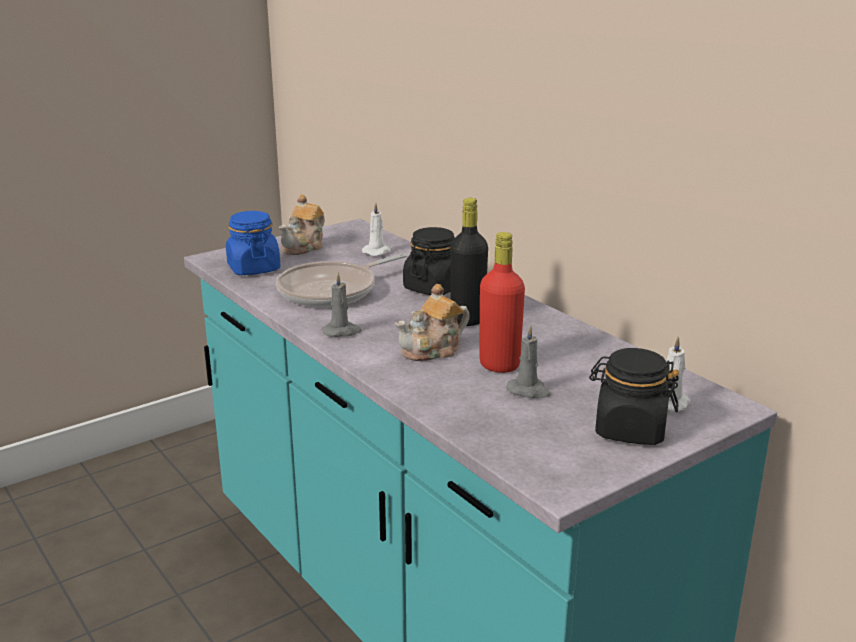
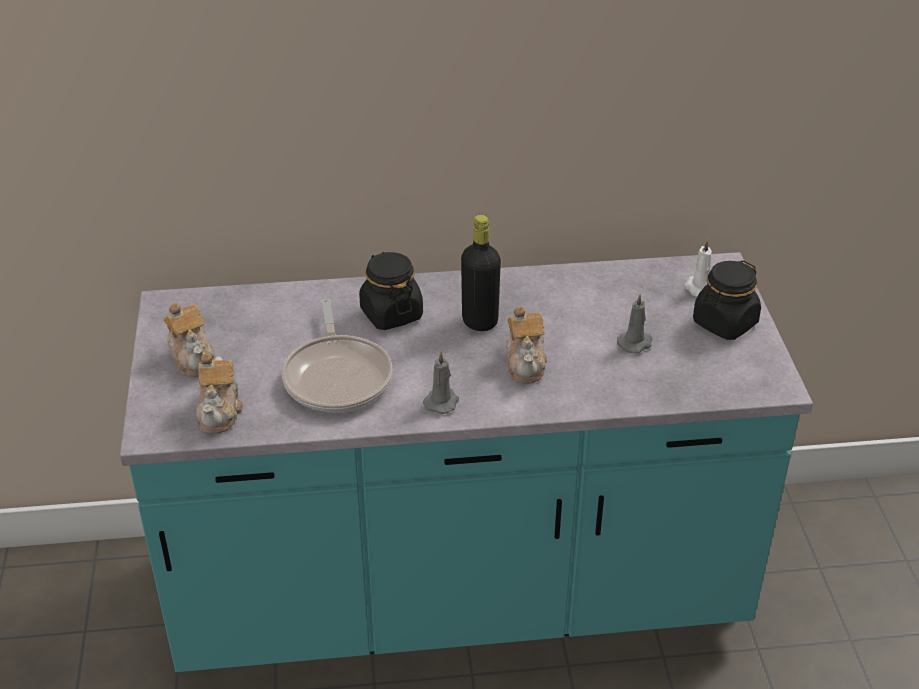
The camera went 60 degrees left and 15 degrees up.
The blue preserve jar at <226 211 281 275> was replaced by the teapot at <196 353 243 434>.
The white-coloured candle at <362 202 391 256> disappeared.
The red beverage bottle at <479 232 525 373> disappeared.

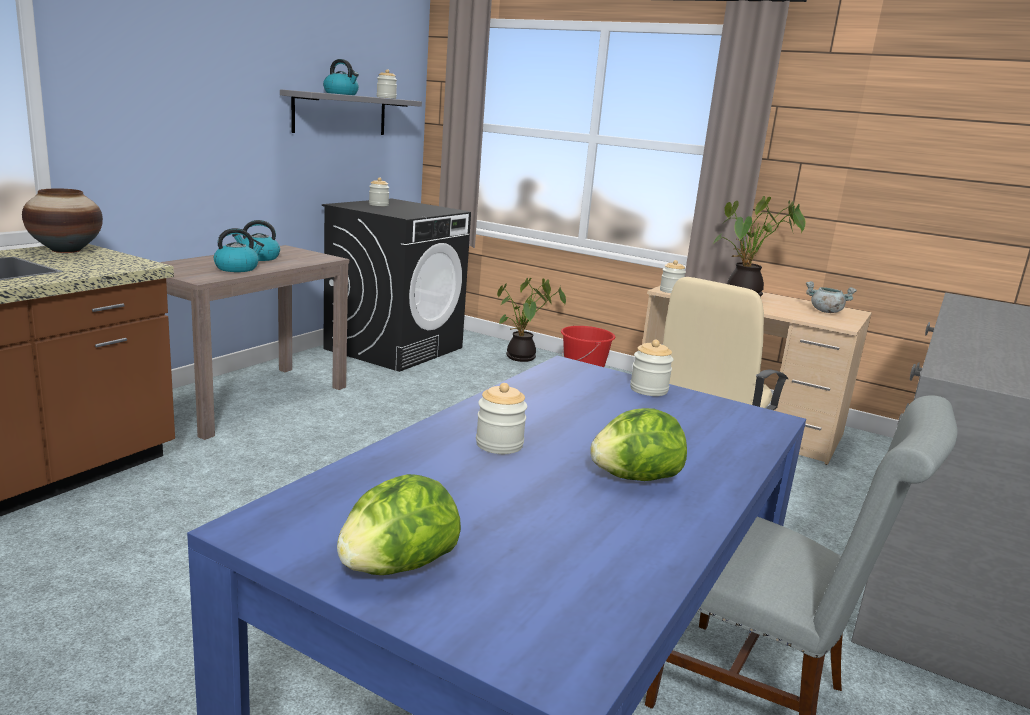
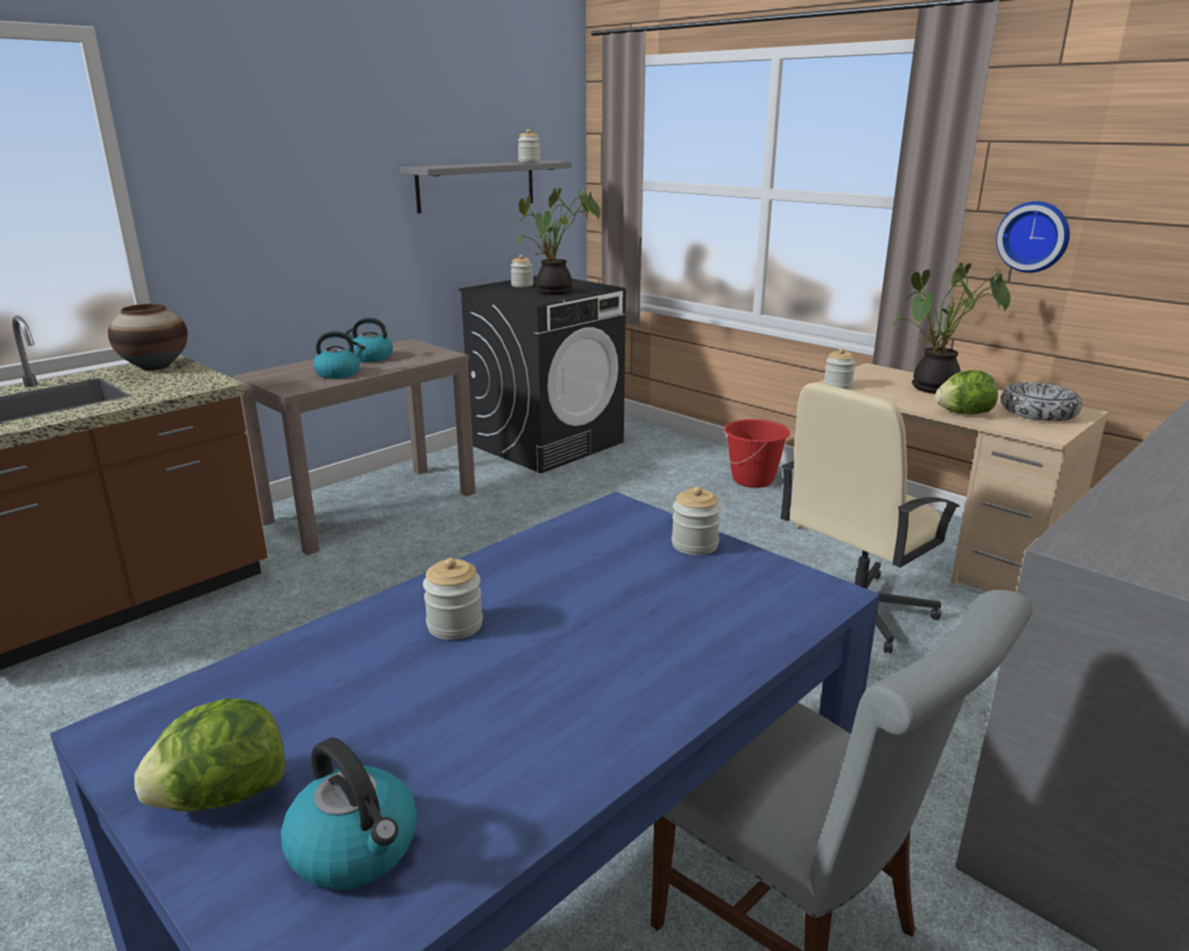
The camera went 15 degrees right and 5 degrees up.
The kettle moved from <323 59 359 95> to <281 737 417 890>.
The plant in a pot moved from <497 278 566 362> to <515 188 600 295>.
The lettuce head moved from <590 408 687 481> to <935 370 998 414>.
The grey cooking pot at <806 281 857 313> was replaced by the serving bowl at <1001 382 1082 421>.
The wall clock at <996 201 1070 273> appeared.

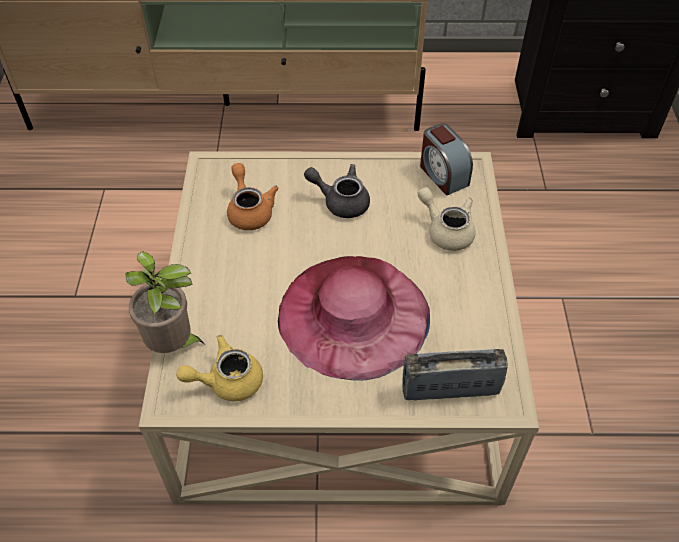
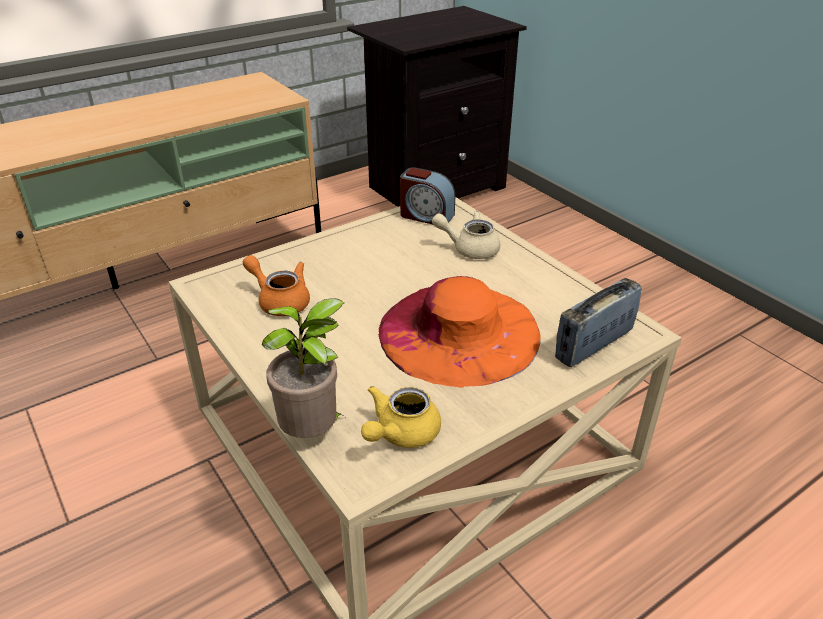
The camera went 35 degrees left and 15 degrees down.
The pink clothing hat at <278 256 430 381> became the orangey clothing hat at <378 276 541 388>.
The grey teapot at <304 164 370 218> disappeared.

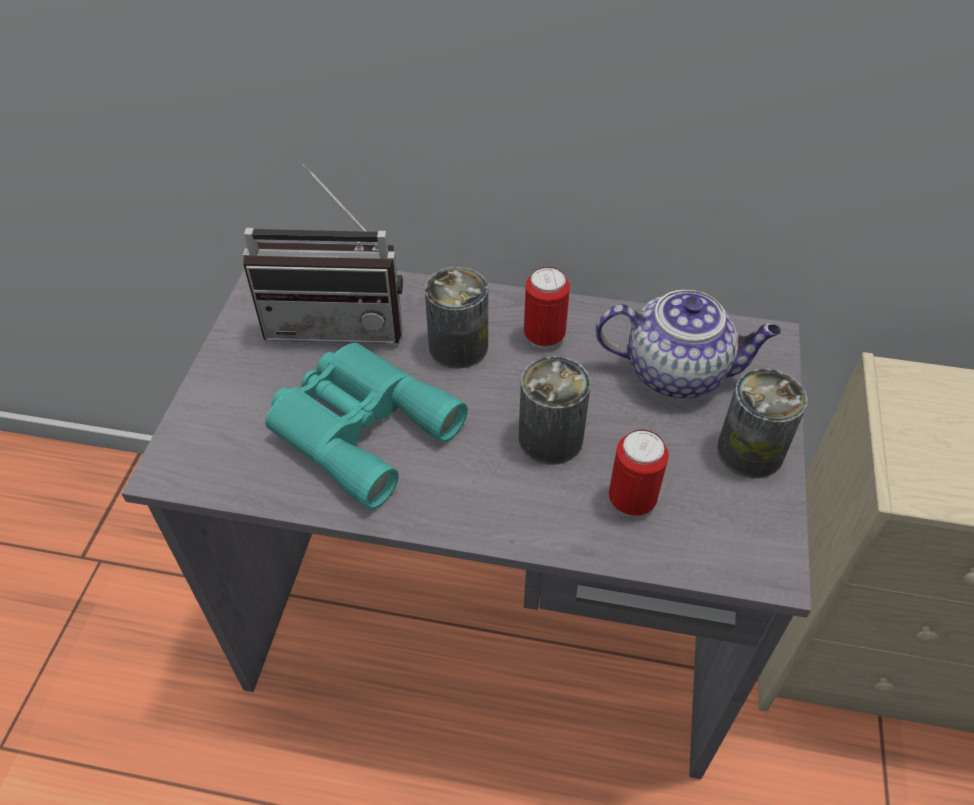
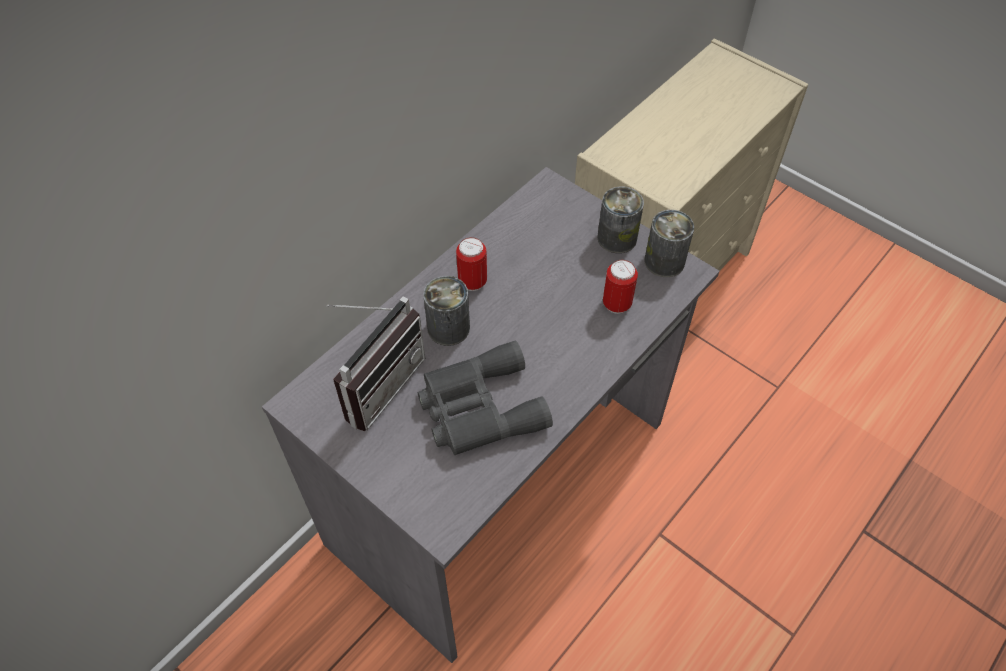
The camera went 60 degrees left and 5 degrees up.
The blue-green field glasses at <265 343 468 510> became the grey field glasses at <418 341 553 455>.
The can moved from <519 356 591 465> to <644 210 694 277>.
The teapot at <595 290 781 398> disappeared.

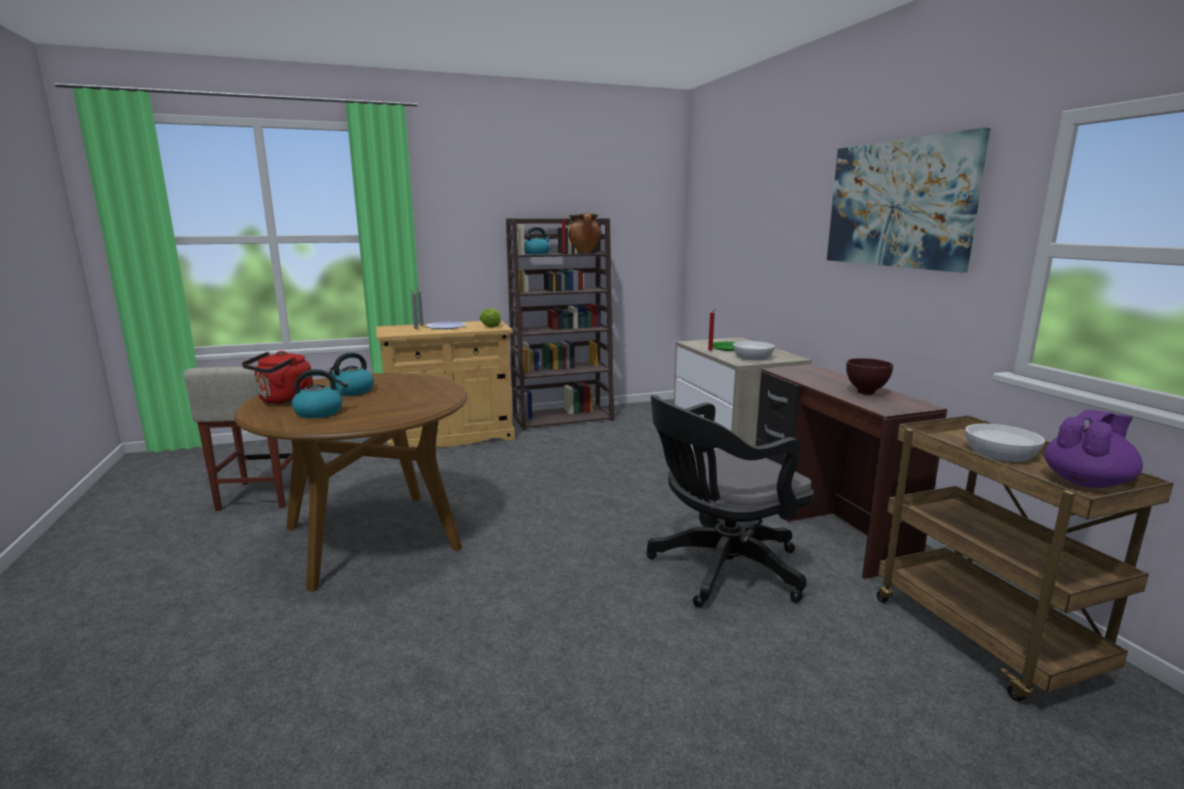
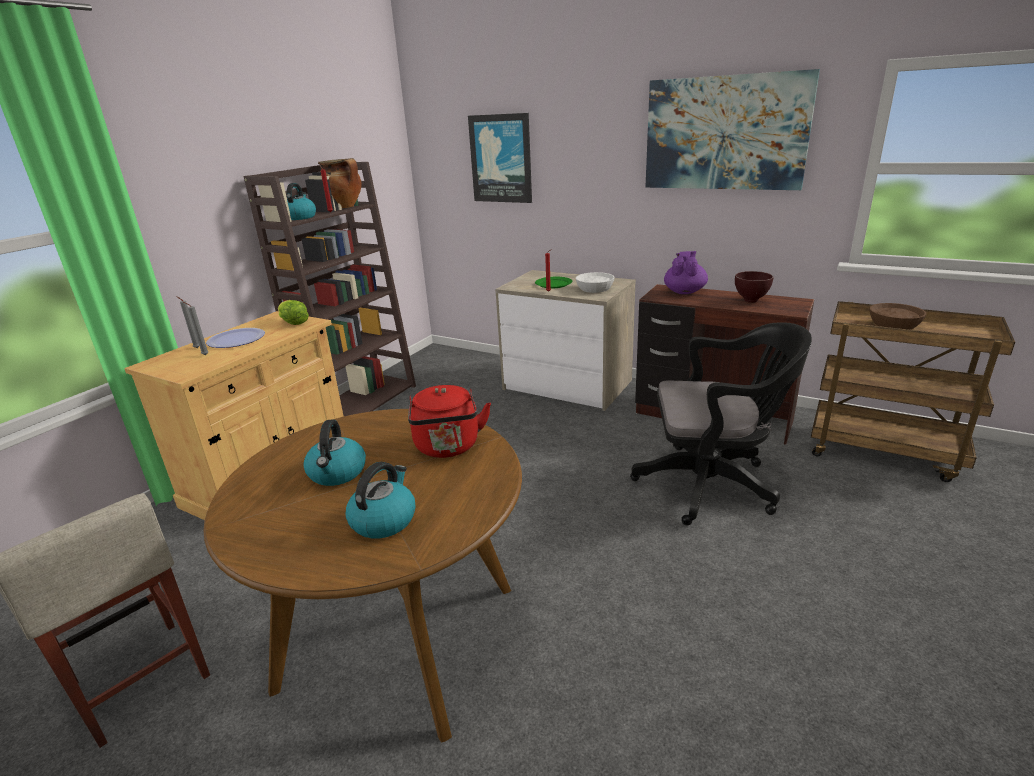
The camera went 40 degrees left and 10 degrees up.
The red kettle moved from <242 351 313 404> to <408 385 491 458>.
The blackish desk chair at <646 395 814 608> turned 105 degrees counterclockwise.
The white-coloured serving bowl at <966 424 1045 462> became the brown serving bowl at <870 303 926 330>.
The purplish teapot moved from <1044 410 1143 488> to <664 251 708 294>.
The picture at <468 113 532 203> appeared.

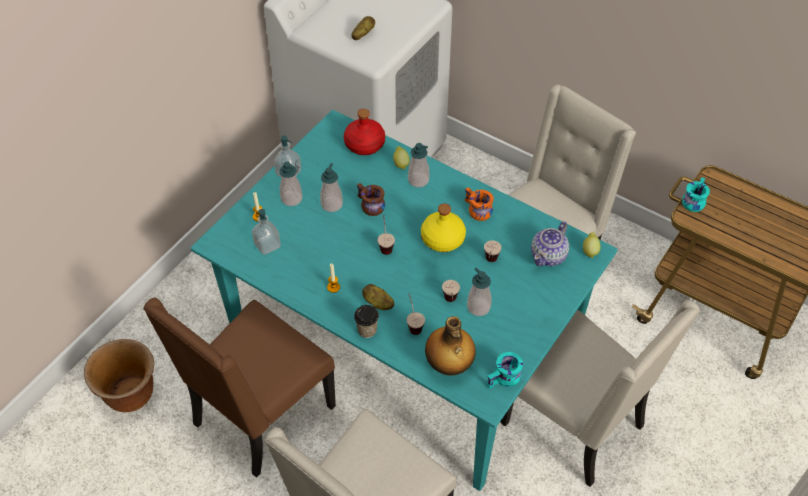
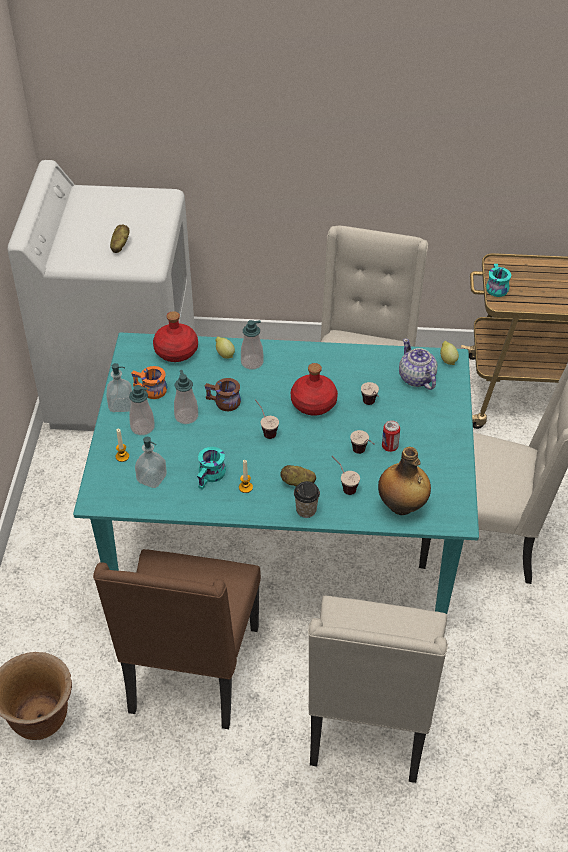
The camera went 30 degrees left and 5 degrees down.
The yellowish beverage bottle at <421 204 466 252> became the red beverage bottle at <291 363 338 416>.
The orangey coffee mug moved from <465 187 494 221> to <131 366 167 399>.
The soap bottle at <467 267 491 316> was replaced by the can at <382 420 400 452>.
The blue-green coffee mug moved from <487 352 523 389> to <197 447 226 490>.
The teapot at <531 221 569 266> turned 150 degrees clockwise.

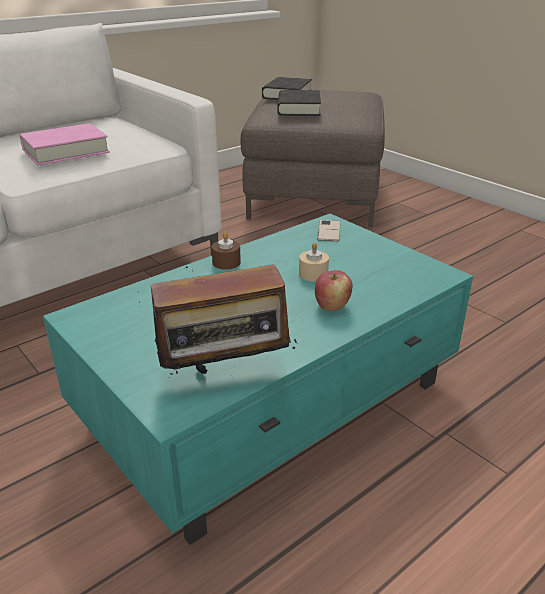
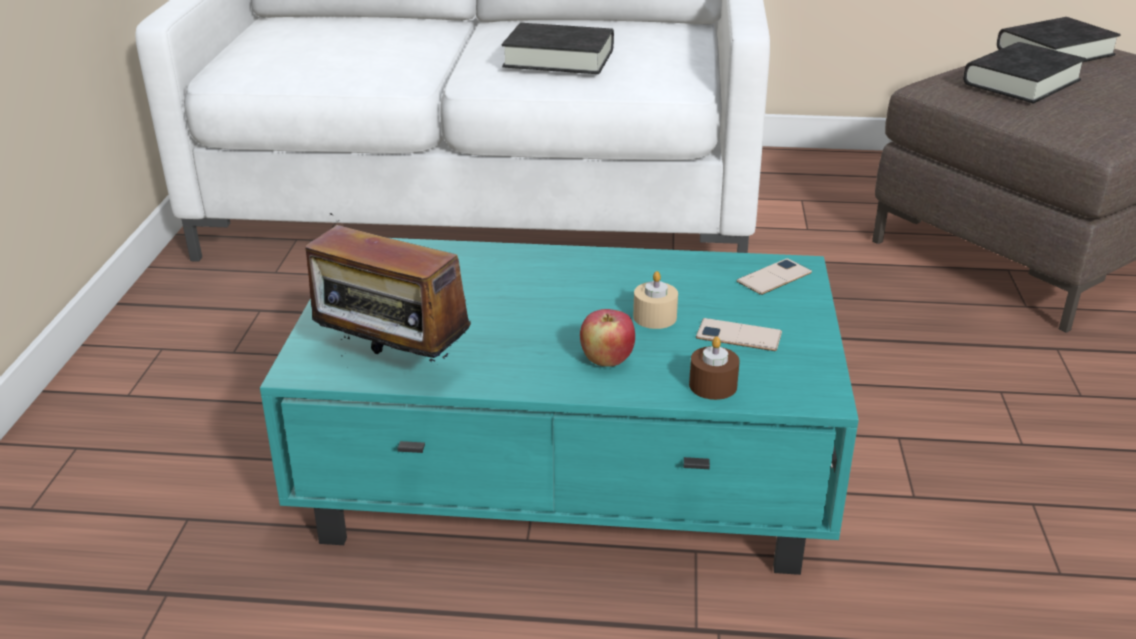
The camera went 45 degrees right and 0 degrees up.
The pink book at <19 123 110 165> became the blackish book at <502 23 614 74>.
The brown candle moved from <212 232 241 270> to <689 337 740 400>.
The handset at <696 318 782 351> appeared.

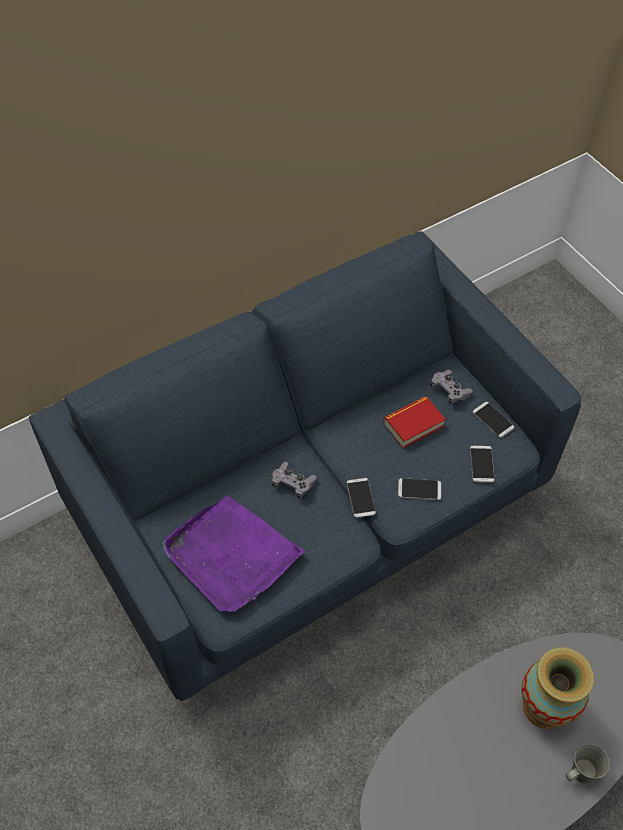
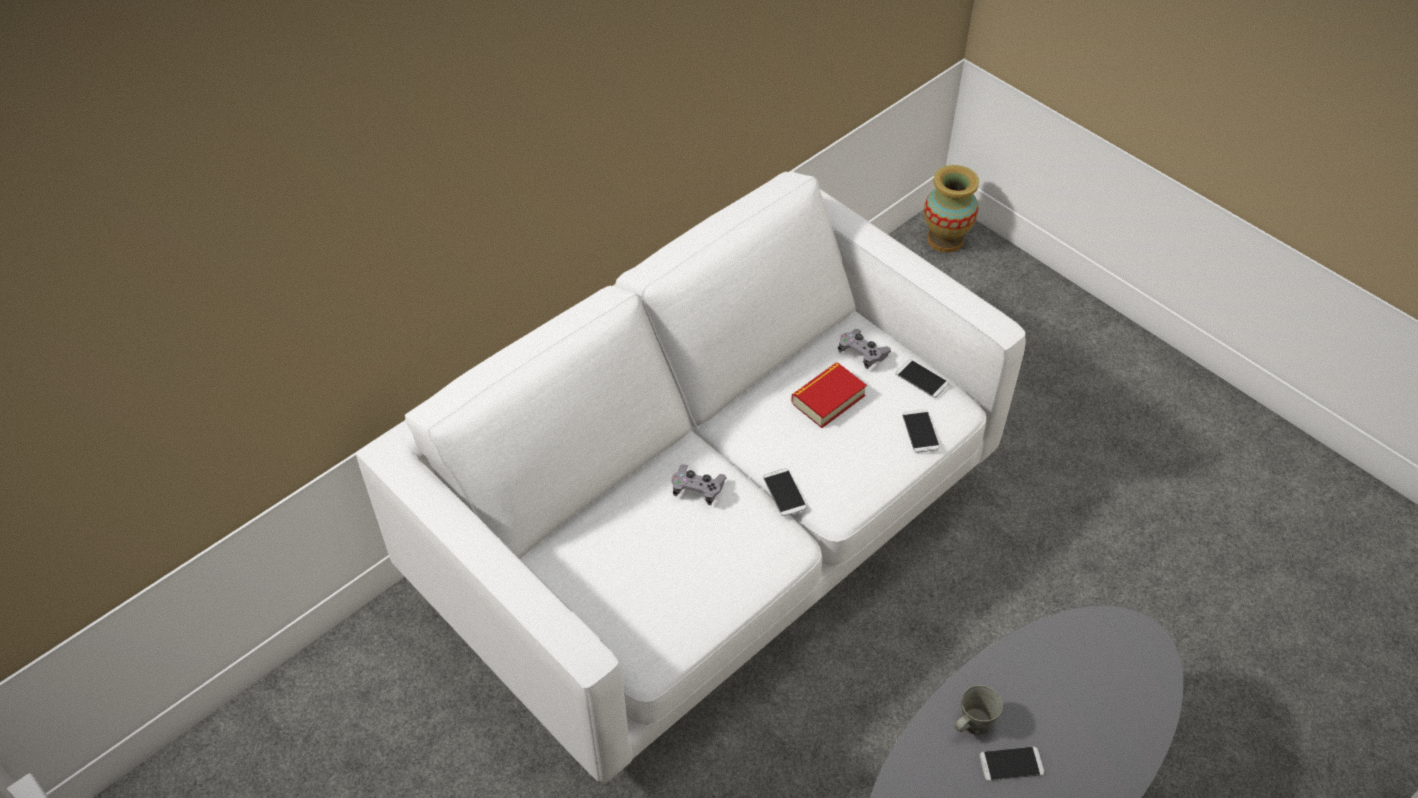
The camera went 10 degrees left and 5 degrees down.
The blue sofa at <29 231 581 701> became the white-coloured sofa at <356 171 1026 783>.
The purplish carrying tray at <163 496 305 612> disappeared.
The handset moved from <398 478 441 500> to <979 747 1044 781>.
The vase moved from <521 647 594 729> to <924 165 979 252>.
The grey coffee mug moved from <565 744 610 783> to <954 685 1003 735>.

